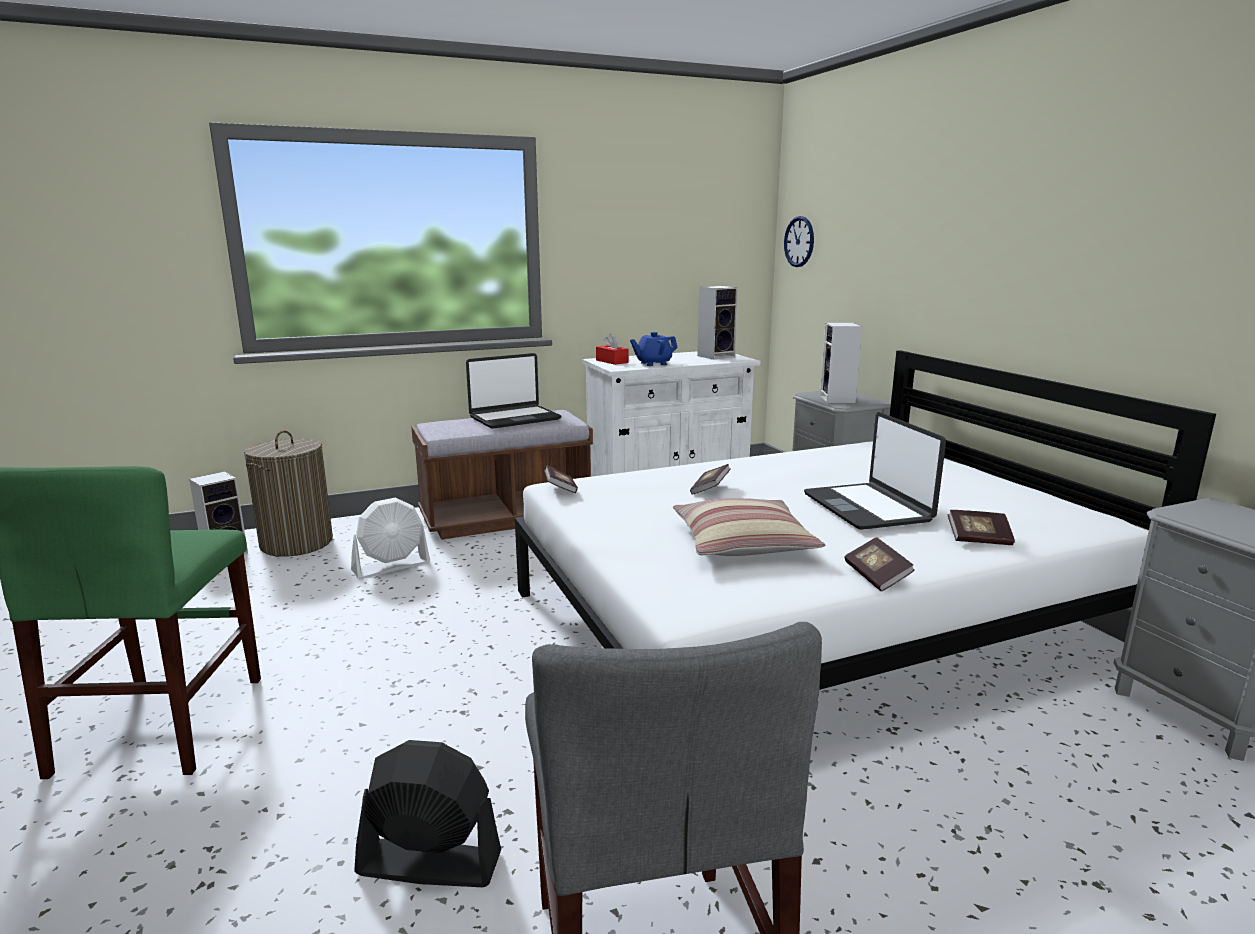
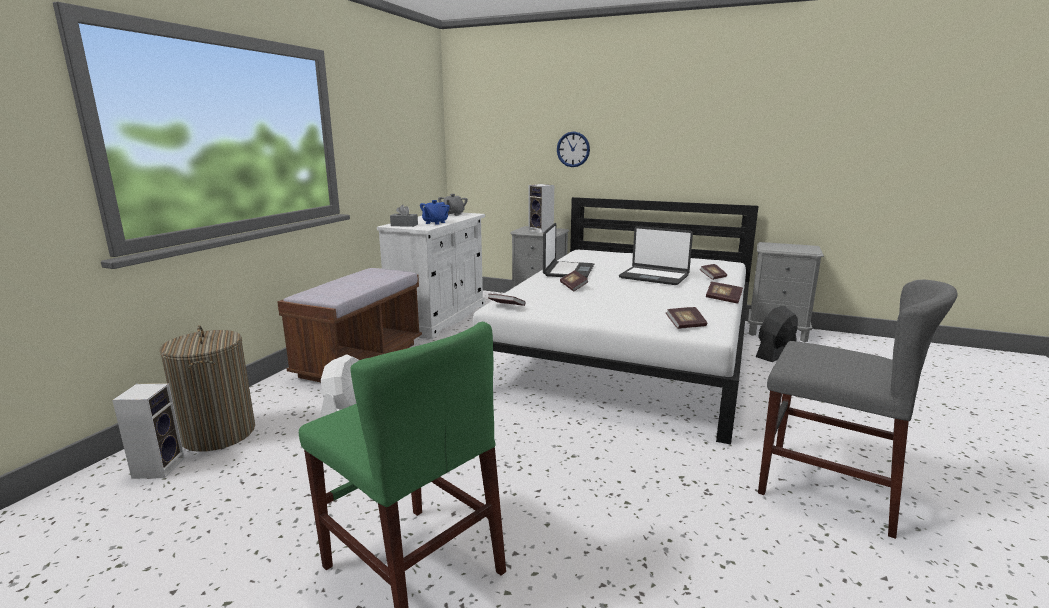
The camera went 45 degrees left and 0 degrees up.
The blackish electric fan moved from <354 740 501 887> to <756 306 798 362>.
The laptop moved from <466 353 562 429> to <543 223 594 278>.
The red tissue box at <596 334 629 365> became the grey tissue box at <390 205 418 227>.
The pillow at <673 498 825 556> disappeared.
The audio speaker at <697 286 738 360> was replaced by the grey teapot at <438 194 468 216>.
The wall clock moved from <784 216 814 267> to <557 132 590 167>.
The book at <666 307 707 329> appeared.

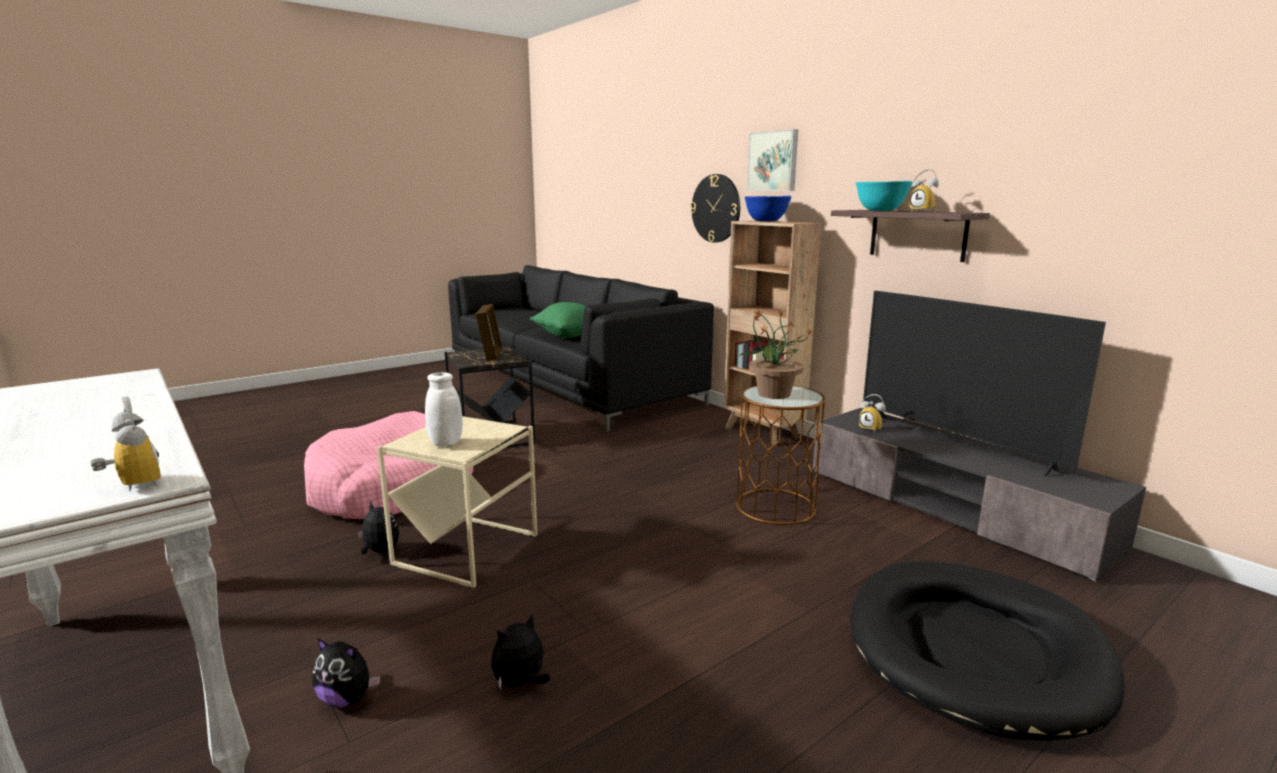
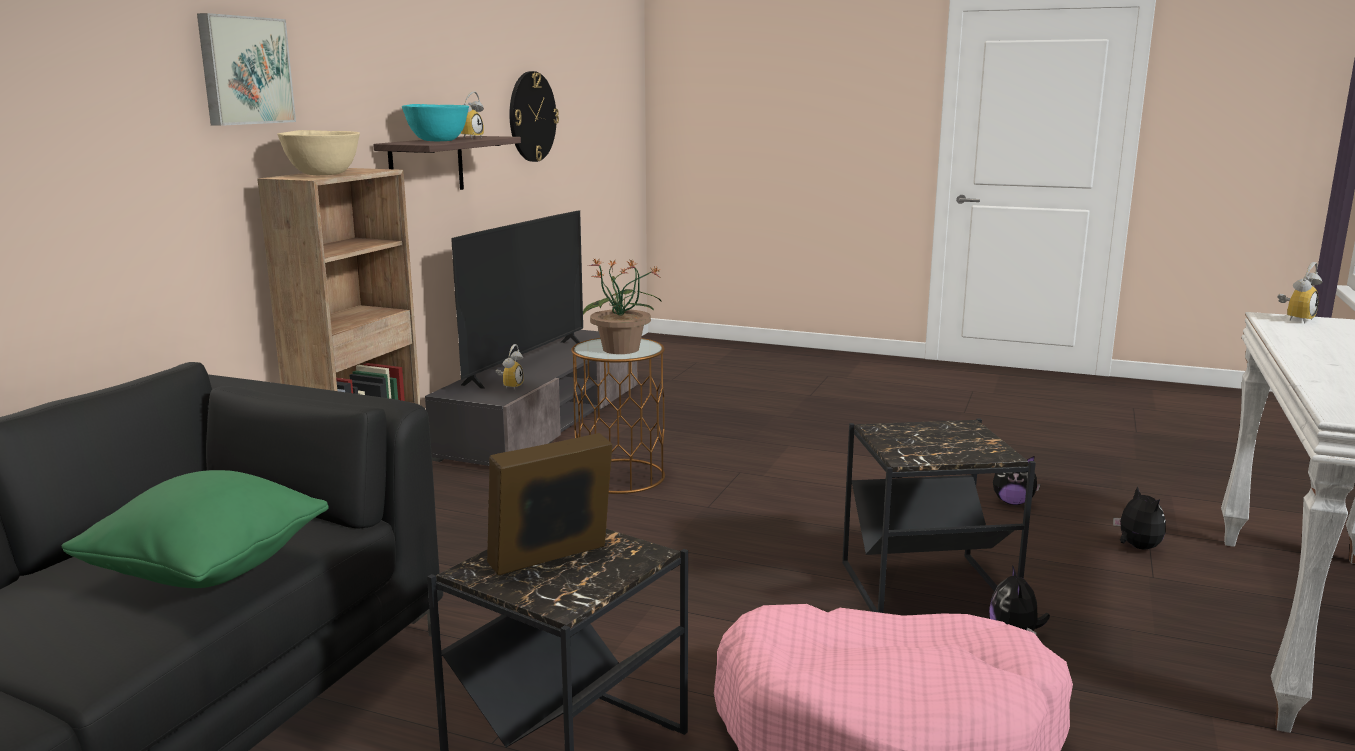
The camera went 120 degrees left and 0 degrees up.
The bedside clock at <90 396 161 491> turned 150 degrees counterclockwise.
The beige end table at <377 416 537 588> became the blackish end table at <842 419 1036 613>.
The white-coloured vase at <425 372 463 447> disappeared.
The wall clock moved from <690 174 740 243> to <509 71 559 162>.
The blue serving bowl at <745 196 791 222> became the beige serving bowl at <277 130 360 175>.
The blackish dog bed at <850 561 1125 741> disappeared.

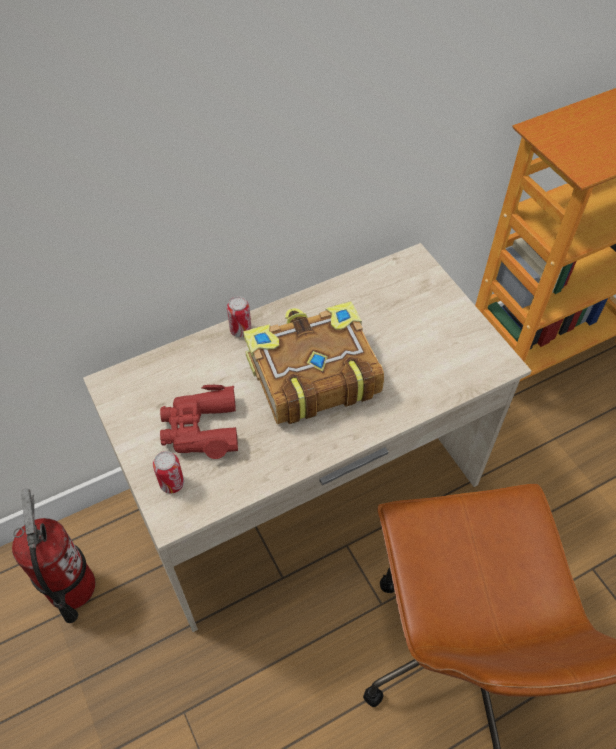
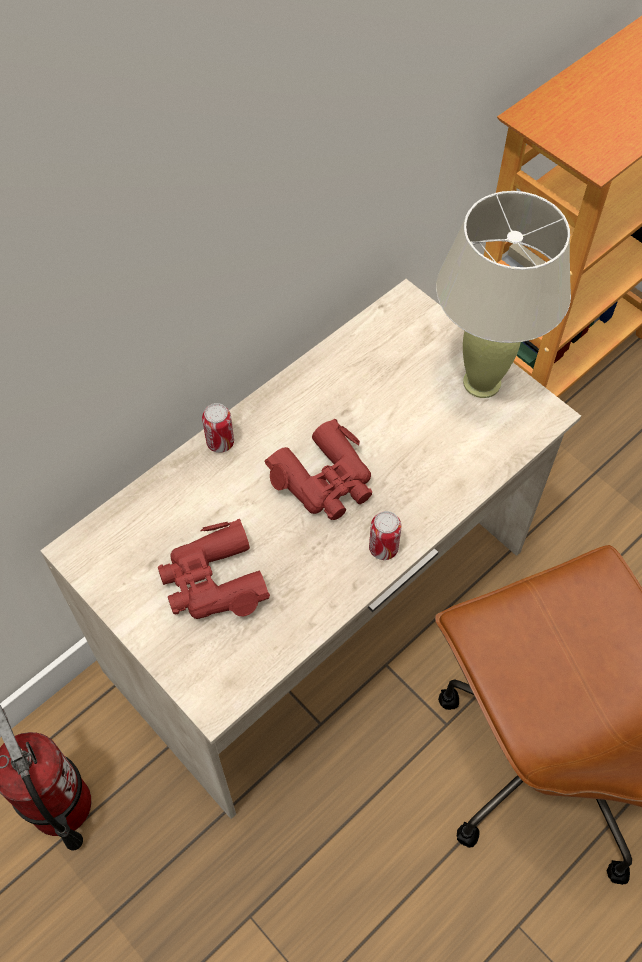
The camera went 15 degrees left and 5 degrees up.
The can moved from <153 451 184 494> to <369 511 402 560>.
The book at <243 301 384 424> was replaced by the red field glasses at <265 419 372 520>.
The beige table lamp at <436 191 571 398> appeared.

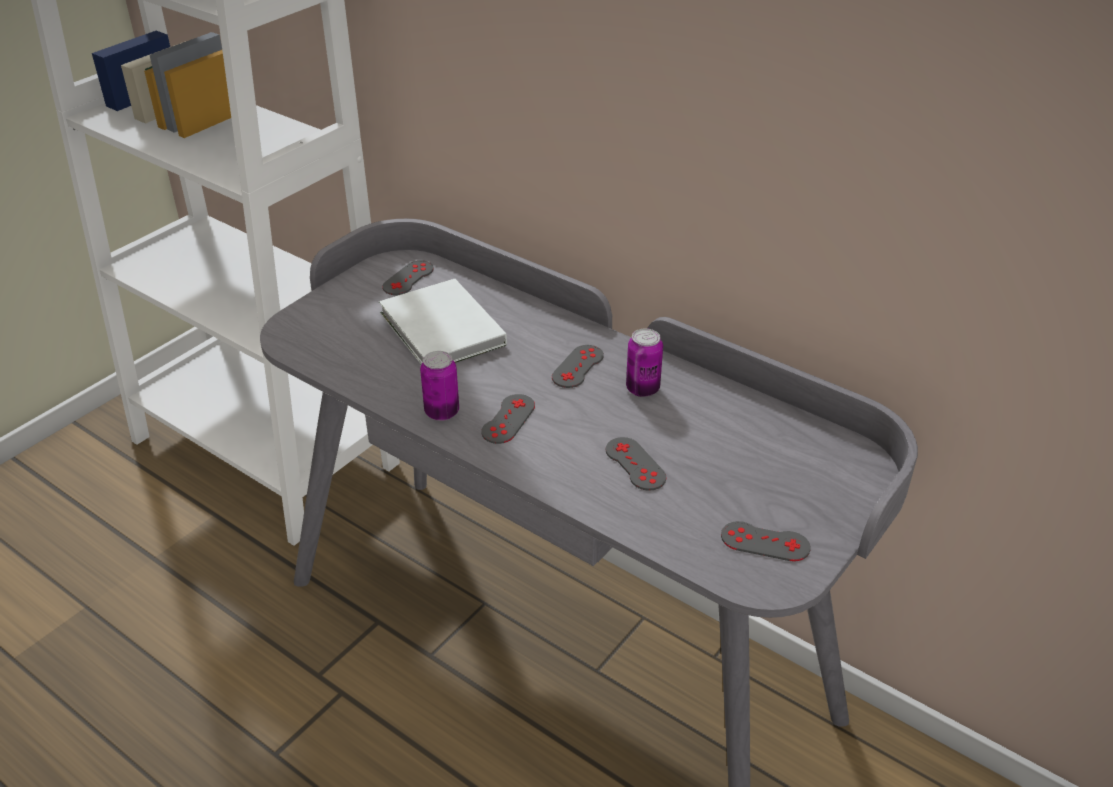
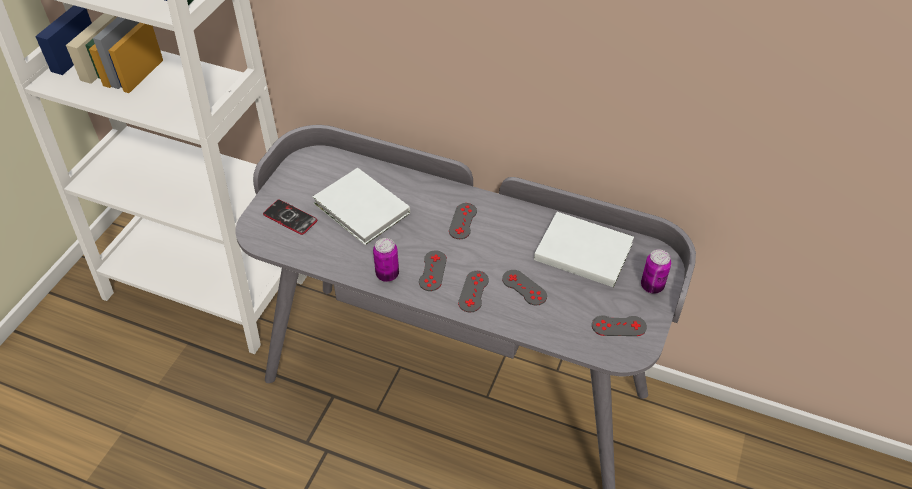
The camera went 15 degrees left and 10 degrees up.
The grey gamepad moved from <382 260 434 295> to <458 271 489 312>.
The can moved from <626 328 663 397> to <641 249 671 293>.
The handset at <263 200 318 235> appeared.
The white-coloured book at <534 212 634 287> appeared.

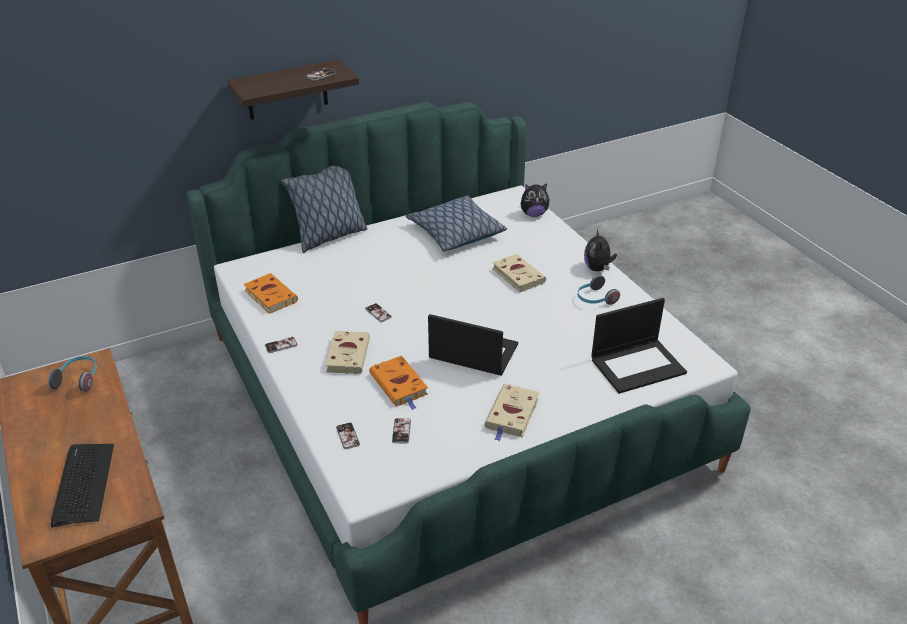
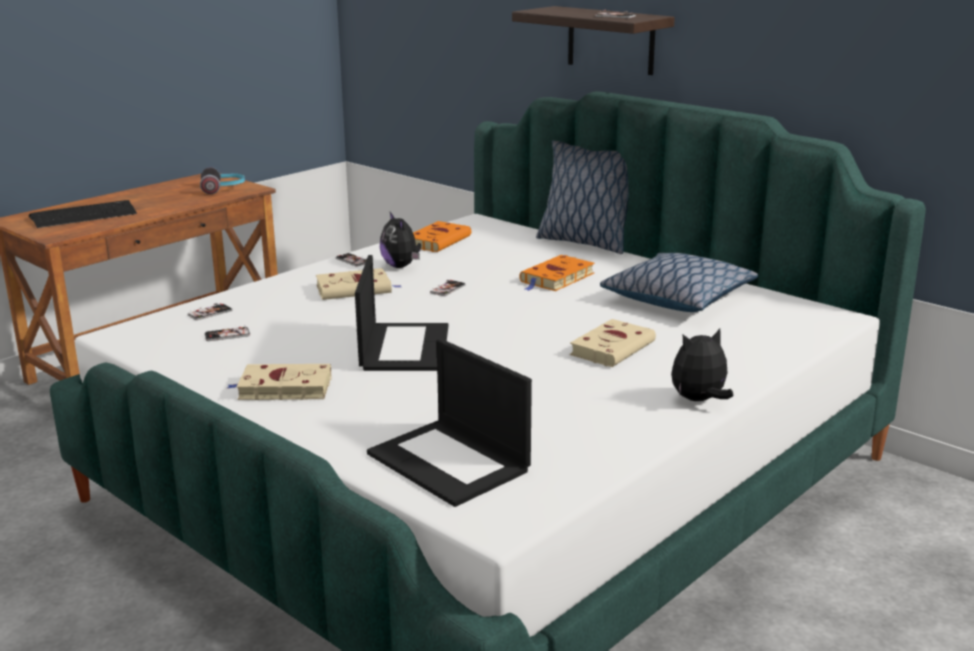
The camera went 70 degrees right and 15 degrees down.
The orangey book moved from <369 356 428 410> to <520 255 595 291>.
The plush toy moved from <521 183 550 217> to <380 212 421 268>.
The headset at <578 275 620 305> disappeared.

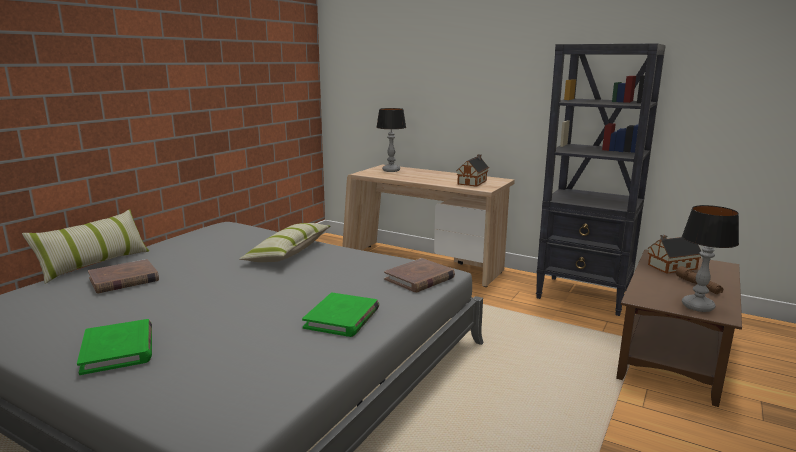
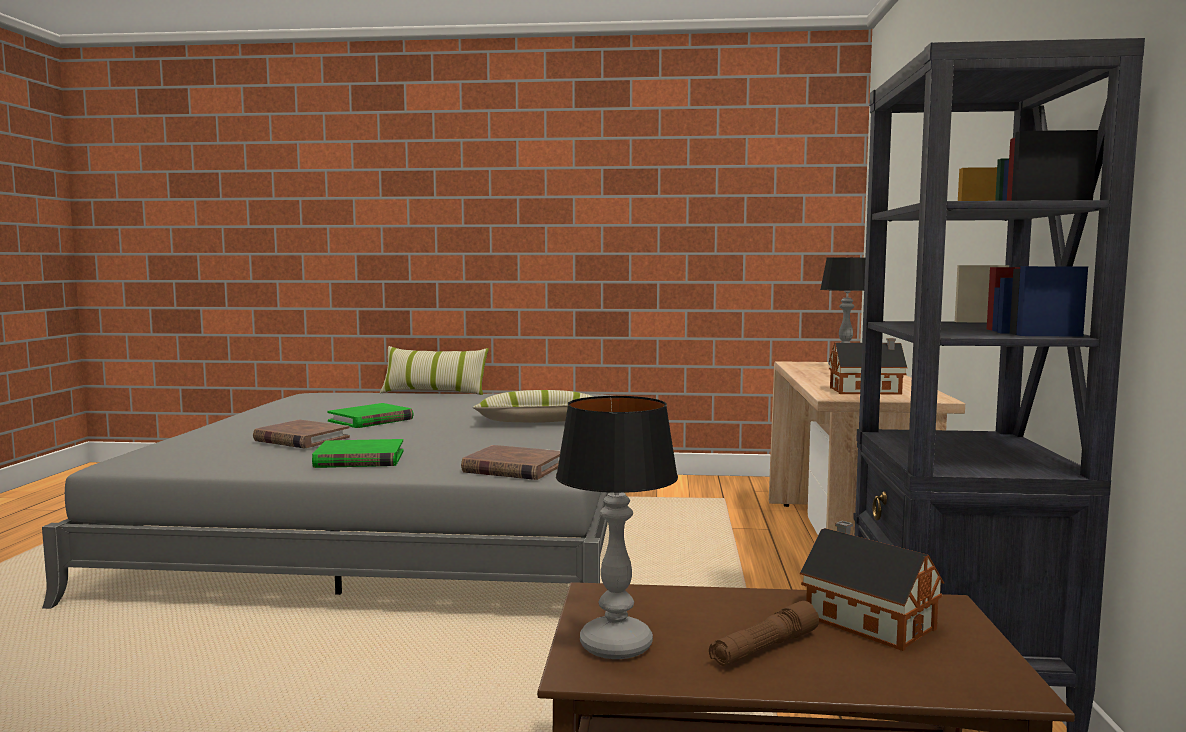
The camera went 65 degrees right and 10 degrees down.
The greenish book moved from <77 319 152 375> to <327 403 413 428>.
The brown book moved from <88 259 159 293> to <253 420 350 448>.

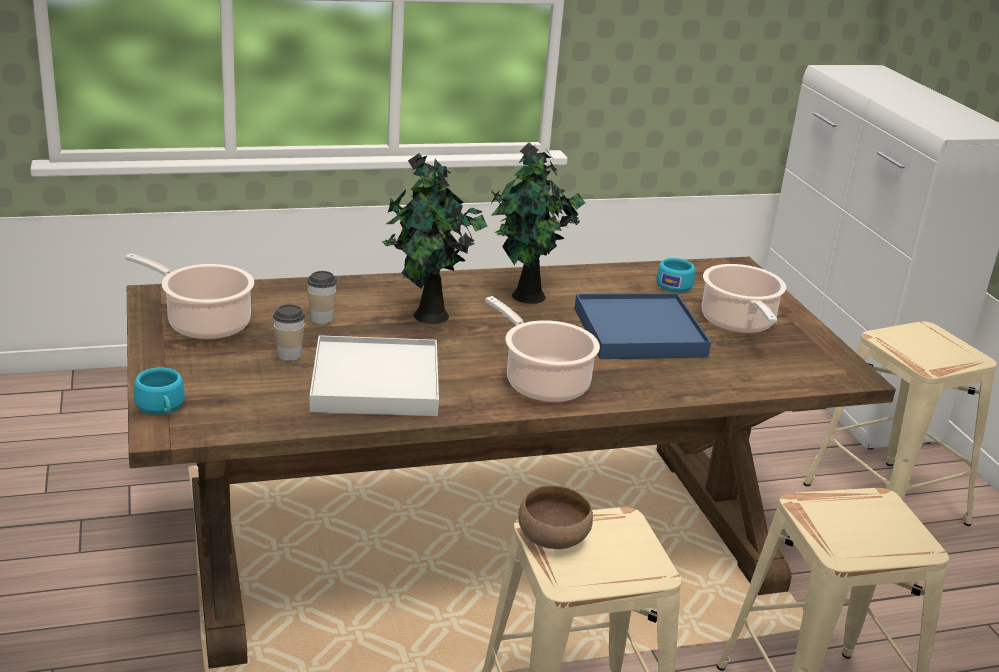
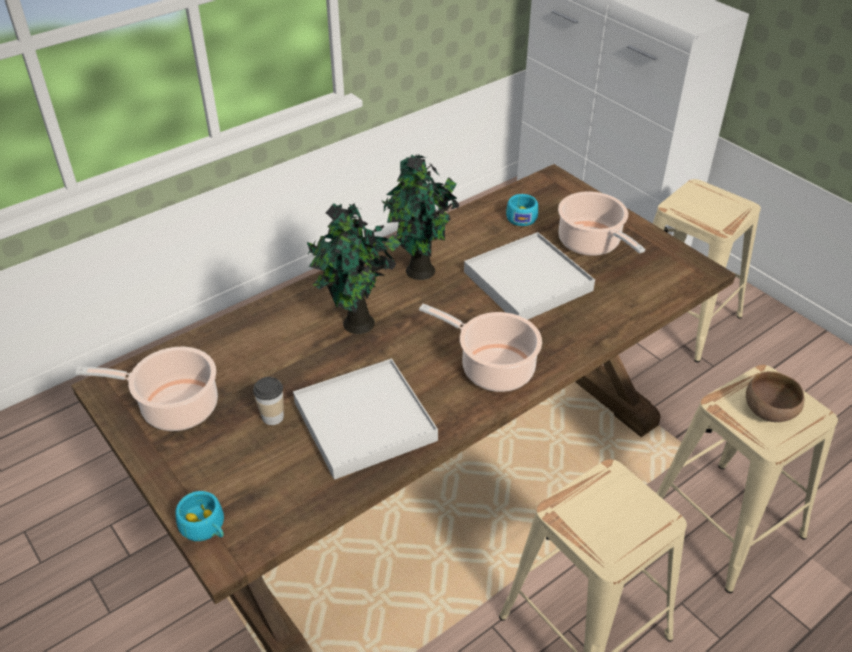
The camera went 20 degrees left and 15 degrees up.
The small cup at <307 271 337 324> disappeared.
The brown serving bowl moved from <518 485 593 549> to <746 371 804 422>.
The blue carrying tray at <575 293 711 359> became the white-coloured carrying tray at <464 232 595 320>.

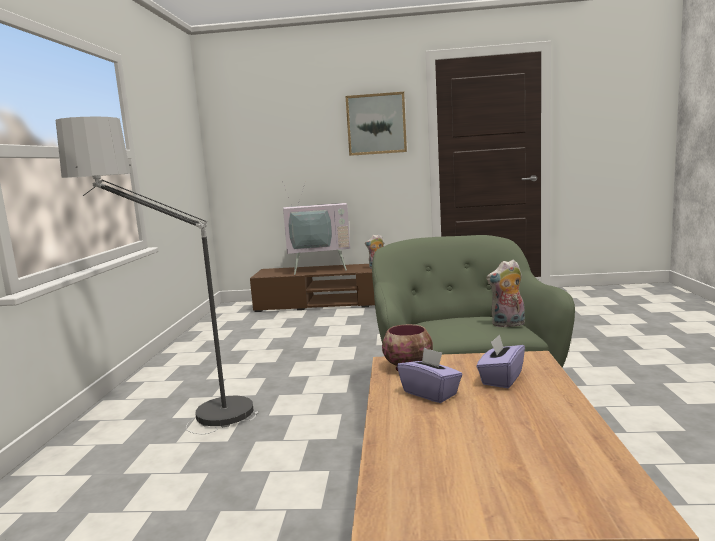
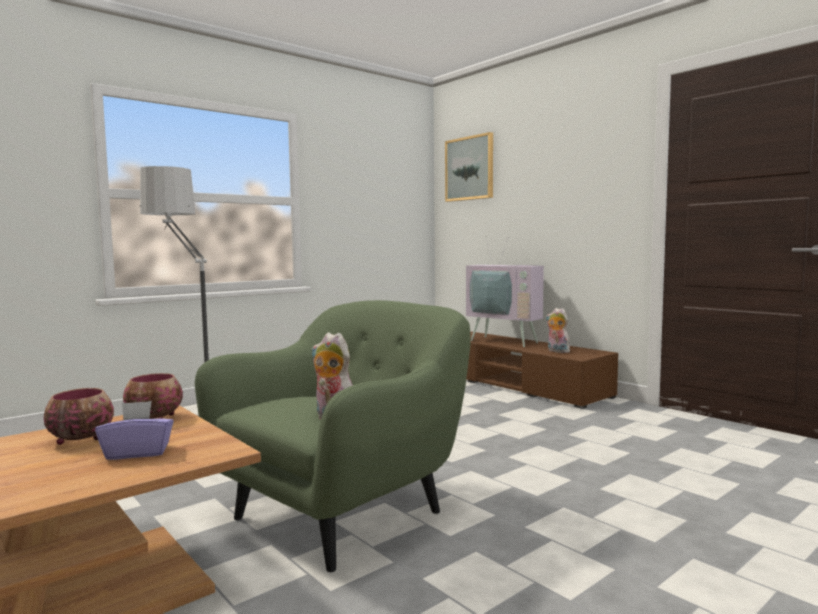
The camera went 45 degrees right and 5 degrees down.
The picture moved from <346 92 407 156> to <445 132 493 202>.
The purplish tissue box at <397 348 463 403> was replaced by the serving bowl at <44 388 114 445>.

